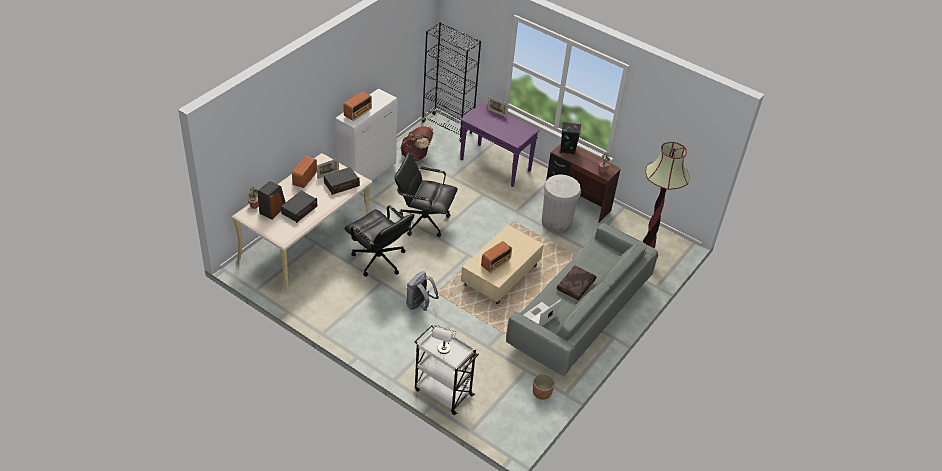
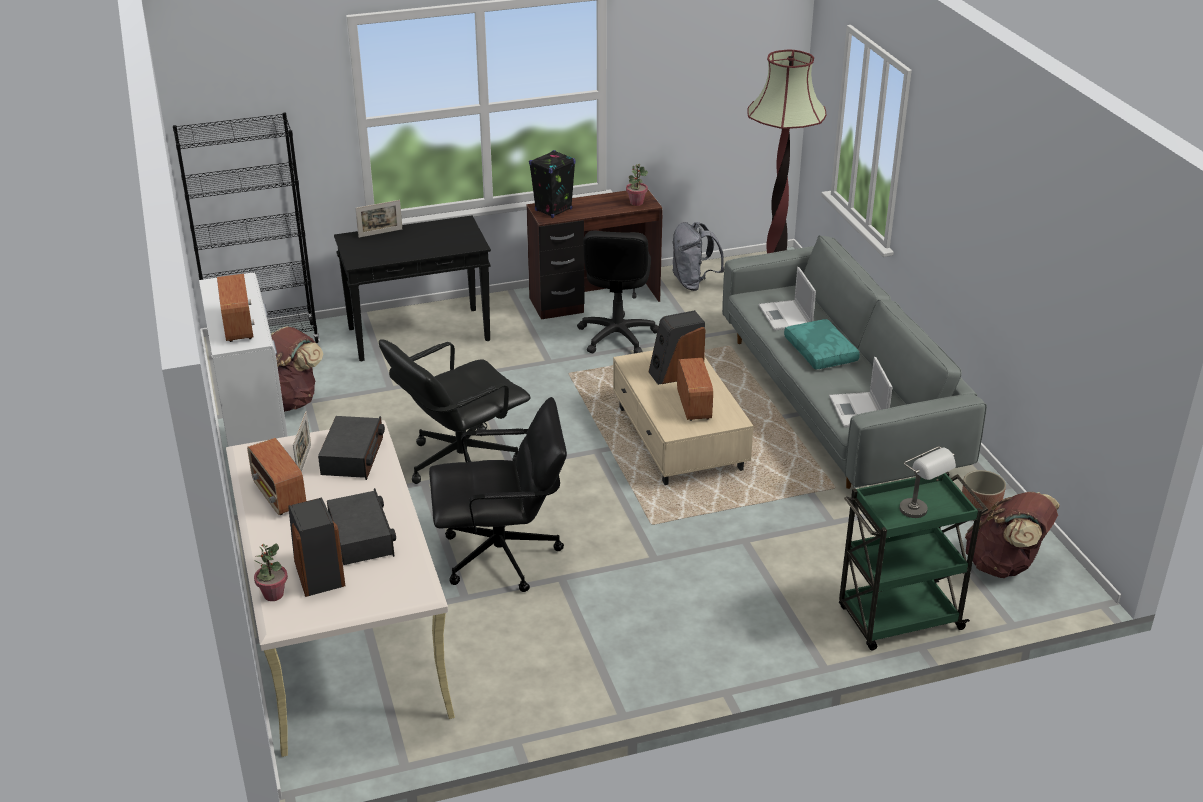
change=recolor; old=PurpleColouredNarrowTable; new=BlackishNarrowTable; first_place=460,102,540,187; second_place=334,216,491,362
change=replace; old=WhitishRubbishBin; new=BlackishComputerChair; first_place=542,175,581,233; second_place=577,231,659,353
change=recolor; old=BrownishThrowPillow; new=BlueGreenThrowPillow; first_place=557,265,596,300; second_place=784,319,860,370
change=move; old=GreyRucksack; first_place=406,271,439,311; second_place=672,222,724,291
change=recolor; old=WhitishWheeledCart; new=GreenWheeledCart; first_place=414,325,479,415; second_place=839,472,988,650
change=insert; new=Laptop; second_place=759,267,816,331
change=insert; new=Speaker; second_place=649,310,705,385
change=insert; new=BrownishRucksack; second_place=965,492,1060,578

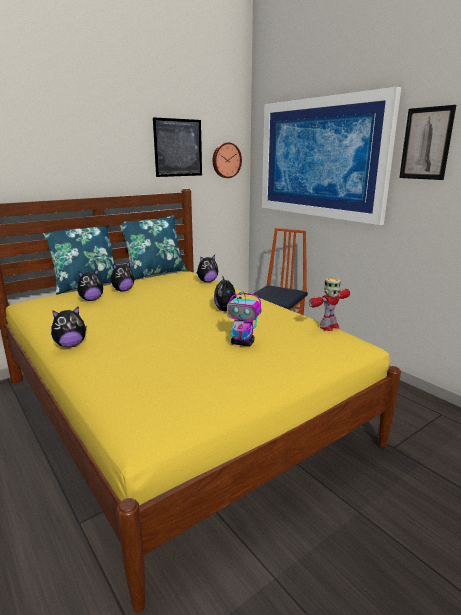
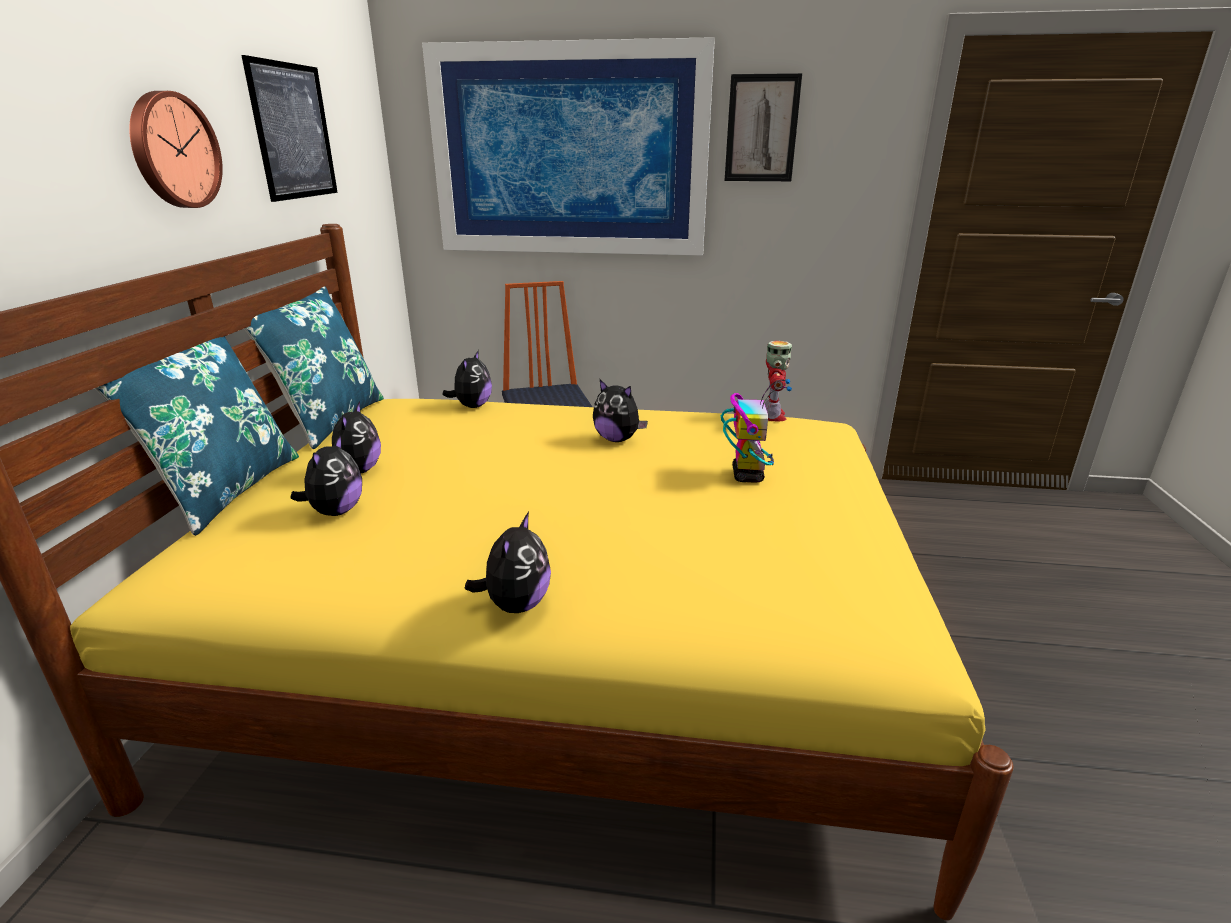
change=move; old=ClockOnTheWall; first_place=213,142,242,178; second_place=129,91,223,208
change=rotate; old=ModelRobot; first_place=227,290,261,347; second_place=721,379,792,482; degrees=-60

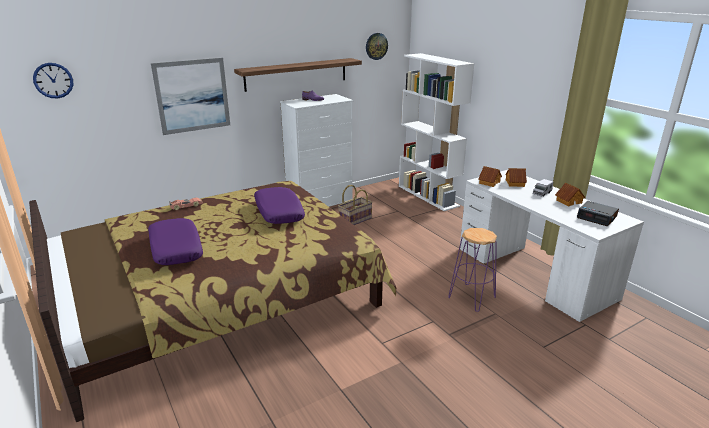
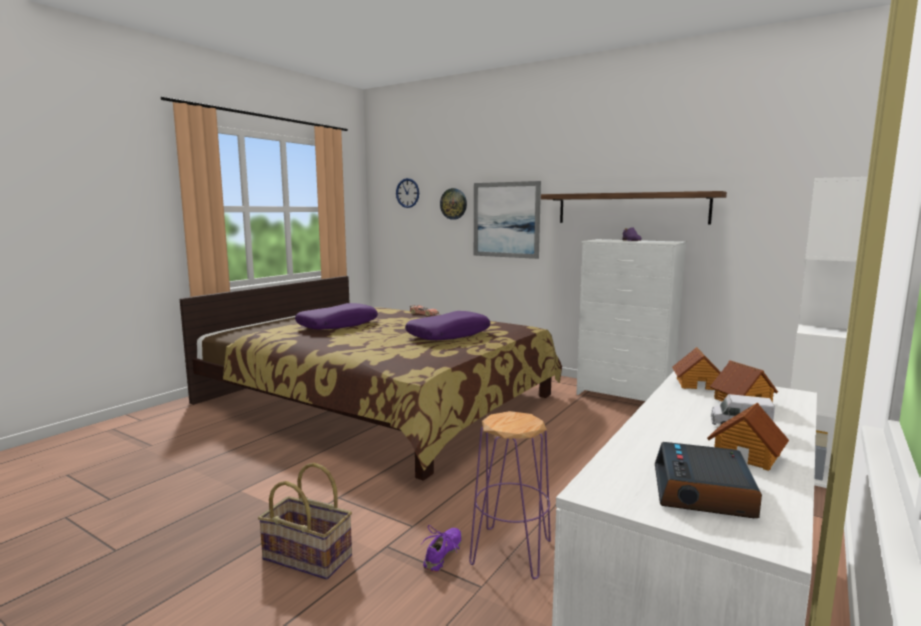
change=move; old=ClockOnTheWall; first_place=366,33,388,60; second_place=440,188,467,220
change=move; old=Basket; first_place=338,185,373,225; second_place=258,463,352,580
change=insert; new=PurpleColouredItemOfFootwear; second_place=420,525,462,572

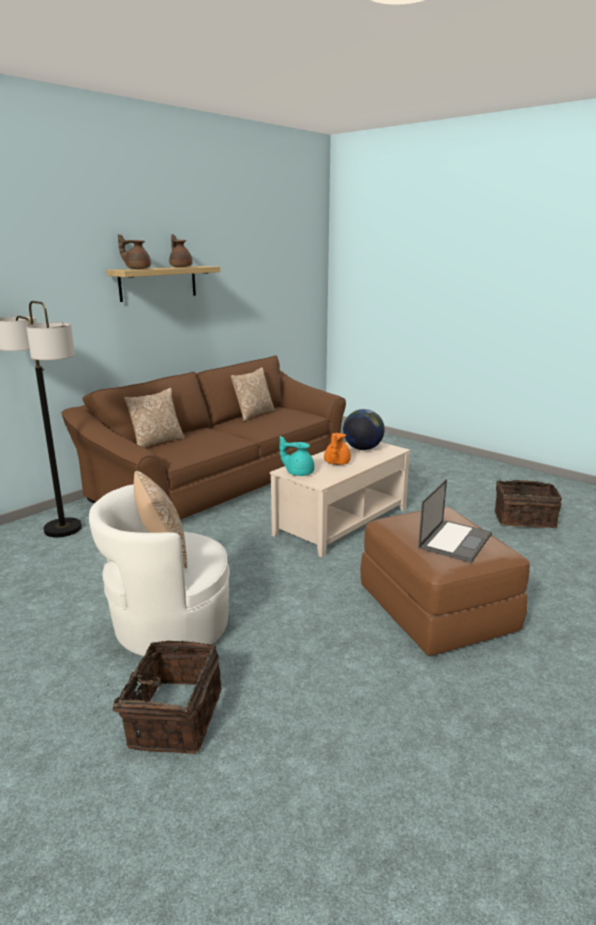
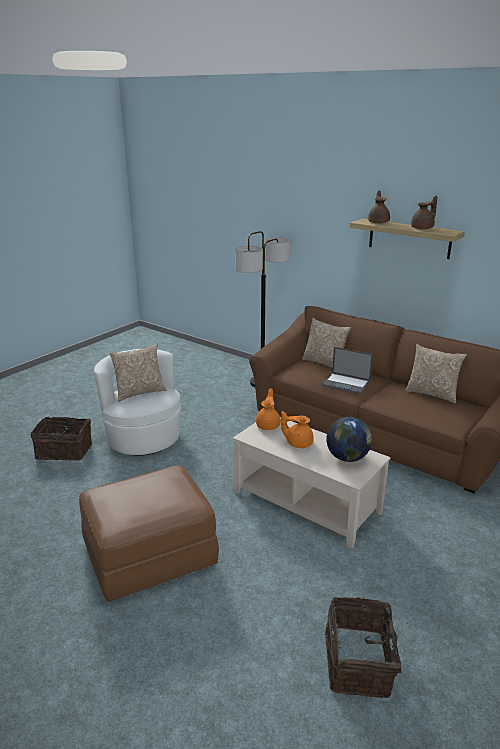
change=recolor; old=BlueGreenTeaPot; new=OrangeyTeaPot; first_place=280,436,314,476; second_place=256,388,281,430
change=move; old=Laptop; first_place=418,479,492,563; second_place=321,347,373,395

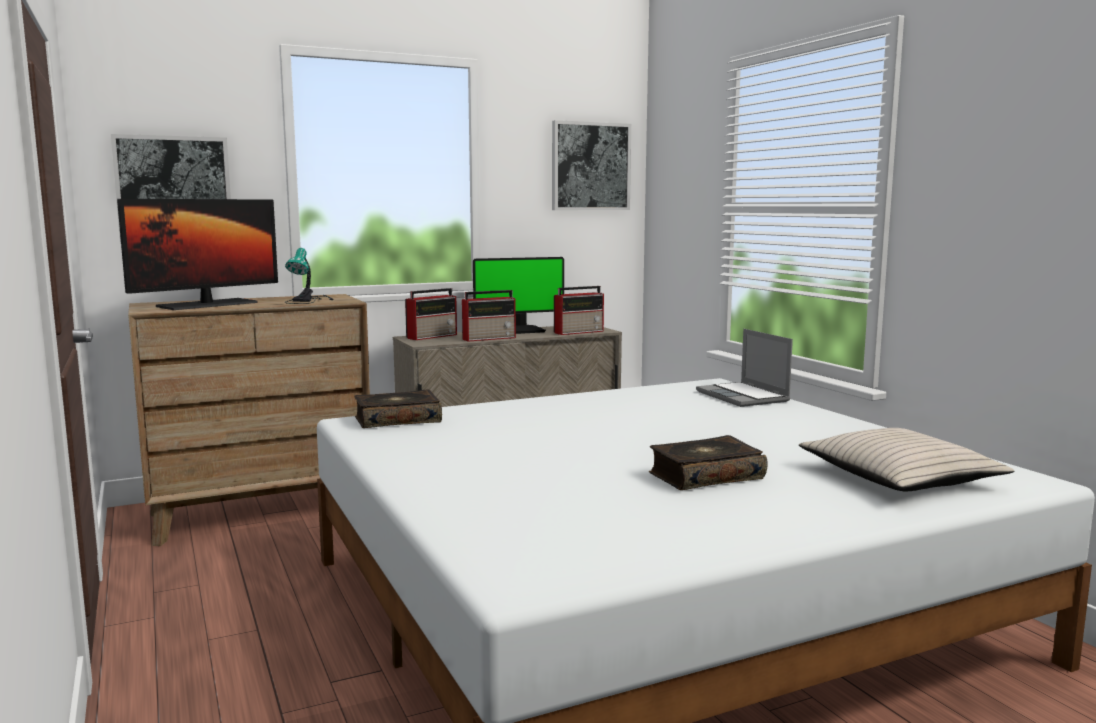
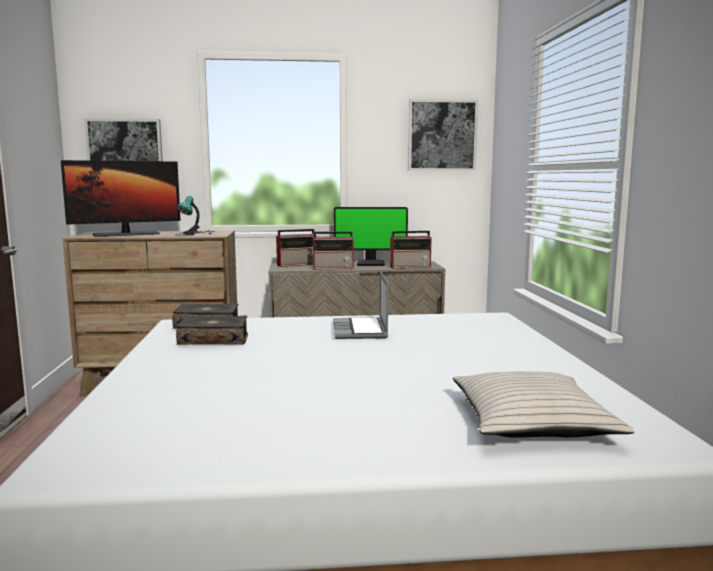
change=move; old=Laptop; first_place=696,329,793,407; second_place=333,271,388,339
change=move; old=Book; first_place=649,435,768,490; second_place=176,315,248,345

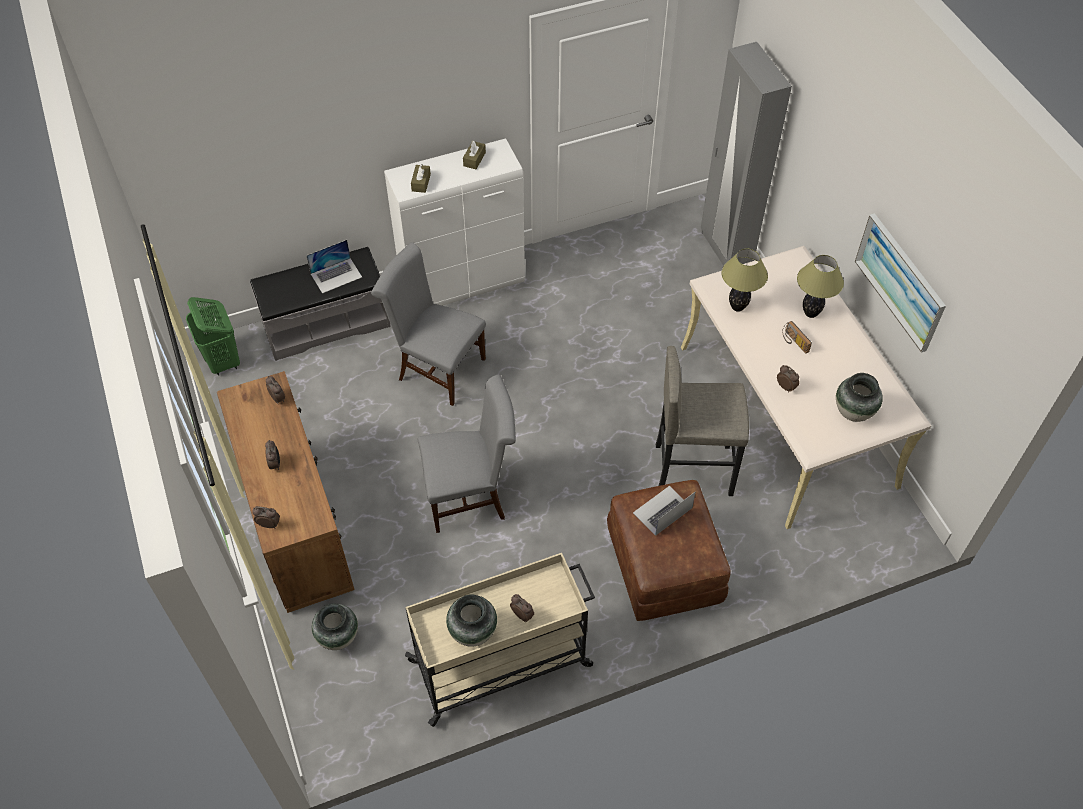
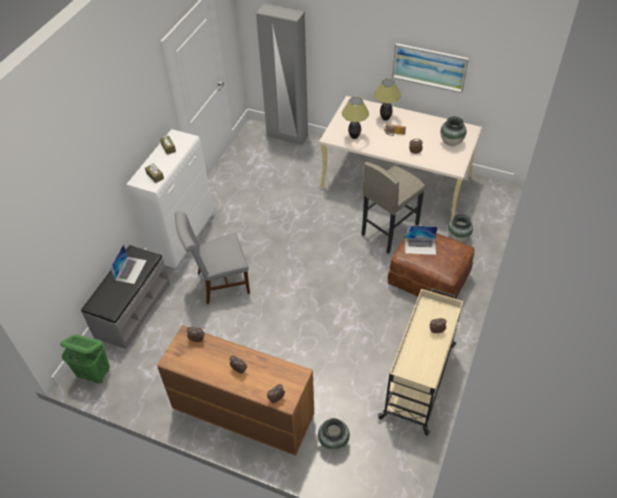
change=delete; old=GreyUprightChair; first_place=417,375,516,533
change=rotate; old=Laptop; first_place=633,486,695,536; second_place=405,225,437,255; degrees=-90
change=move; old=FlowerVase; first_place=446,594,497,647; second_place=447,214,473,242

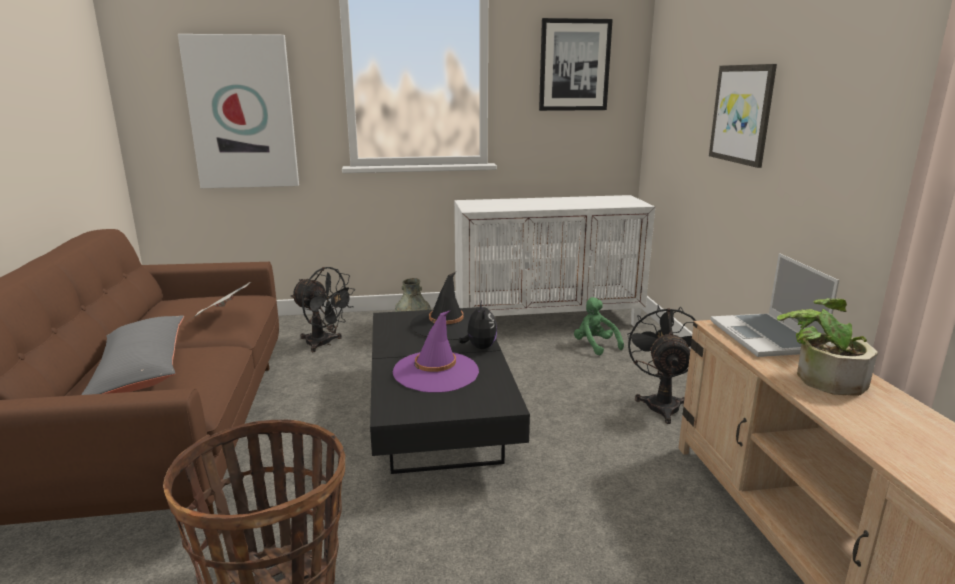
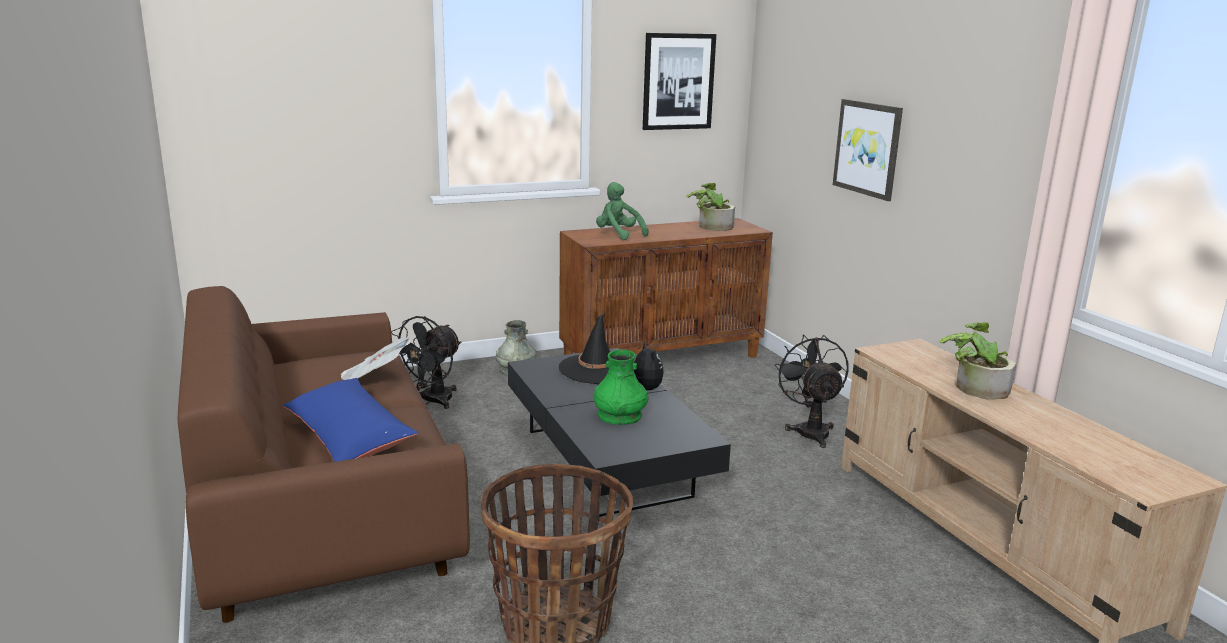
change=delete; old=WallPicture; first_place=178,34,299,188
change=recolor; old=WhitishCabinet; new=BrownishCabinet; first_place=454,195,655,326; second_place=559,218,773,358
change=delete; old=Laptop; first_place=711,253,839,357
change=rotate; old=BlackishFan; first_place=291,267,355,352; second_place=391,316,461,409; degrees=105
change=move; old=GreenCuddlyToy; first_place=574,297,624,356; second_place=596,182,649,240
change=replace; old=PurpleColouredWearableHat; new=GreenFlowerVase; first_place=393,310,479,393; second_place=593,349,648,425
change=recolor; old=GreyThrowPillow; new=BlueThrowPillow; first_place=81,315,184,395; second_place=283,378,418,462
change=insert; new=PottedPlant; second_place=686,183,735,231

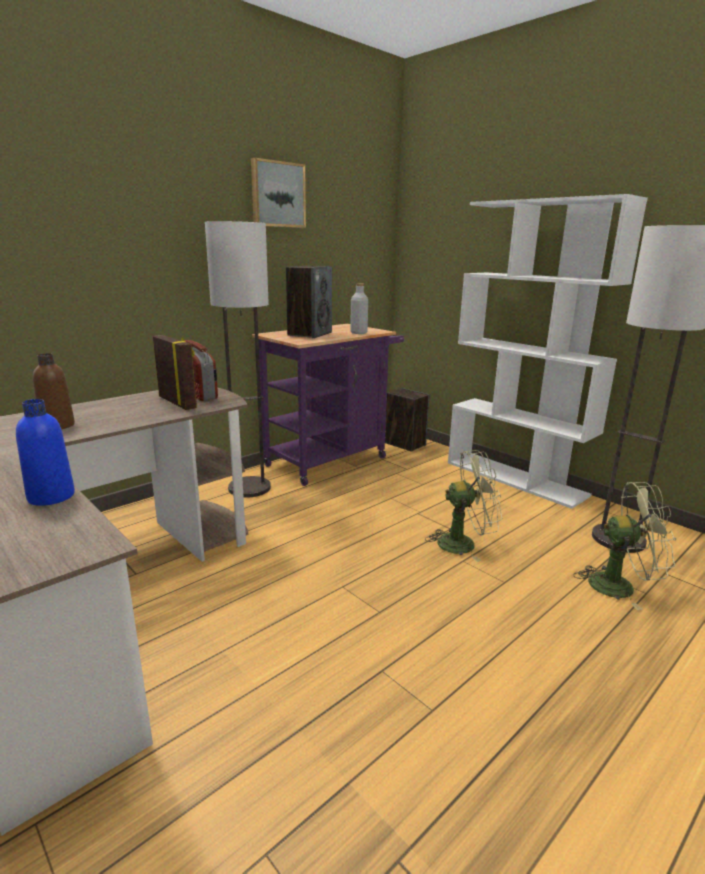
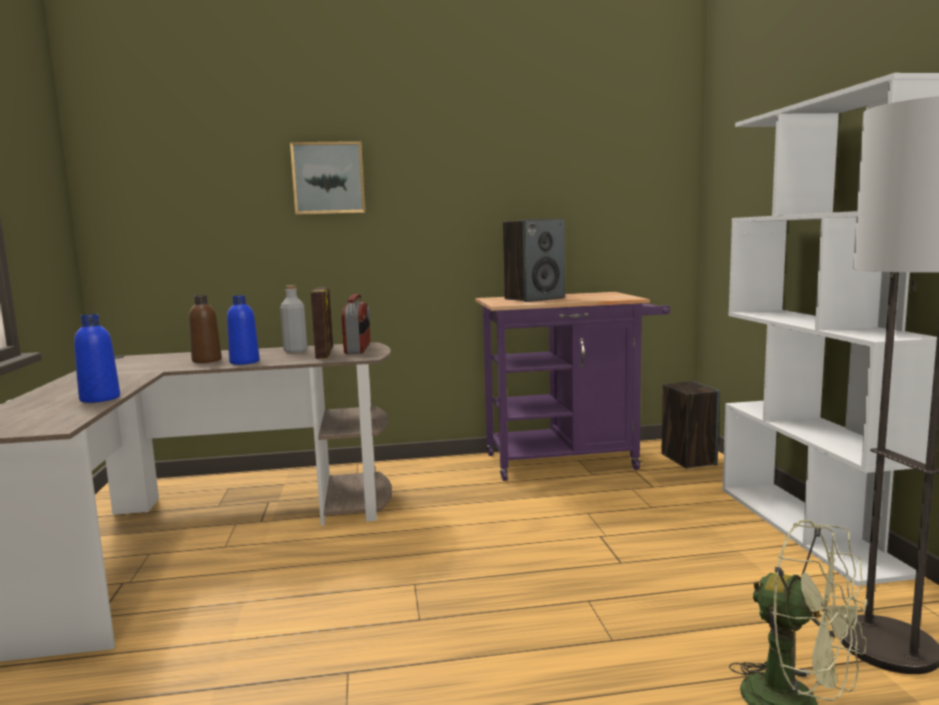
change=move; old=WallPicture; first_place=251,158,306,228; second_place=290,141,365,215
change=delete; old=FloorLamp; first_place=205,221,271,497
change=move; old=GreyBeverageBottle; first_place=350,283,368,334; second_place=280,285,307,353
change=delete; old=GreenFan; first_place=425,450,502,562
change=insert; new=BlueBeverageBottle; second_place=227,295,260,365

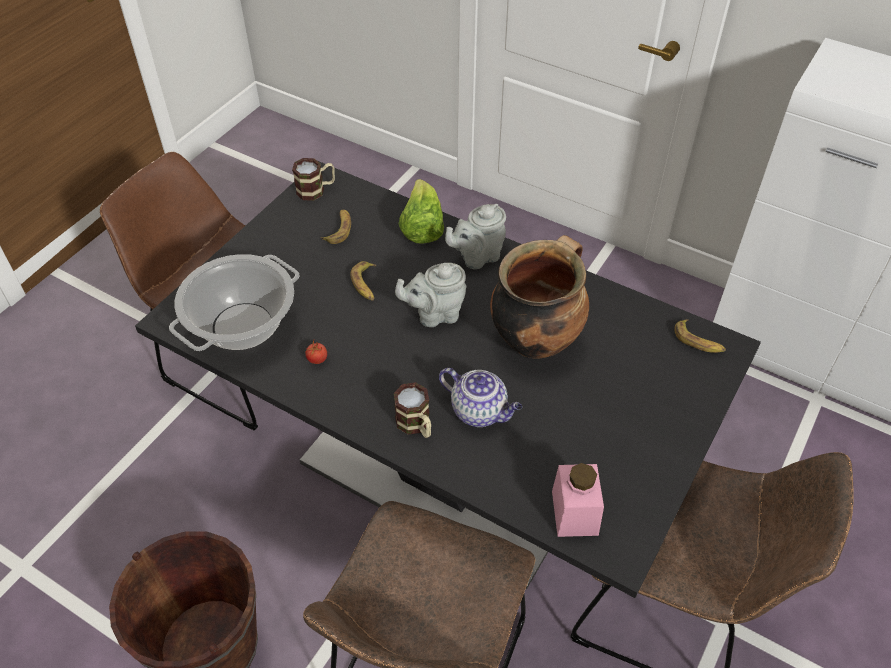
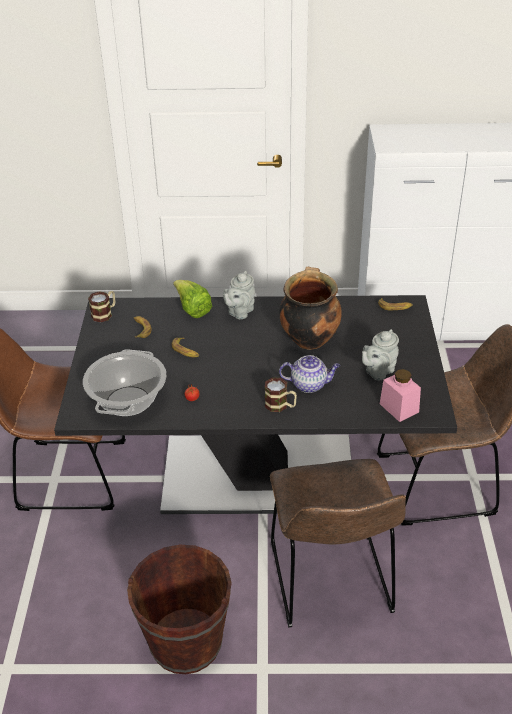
change=move; old=GreyTeaPot; first_place=395,263,466,327; second_place=362,329,399,380

